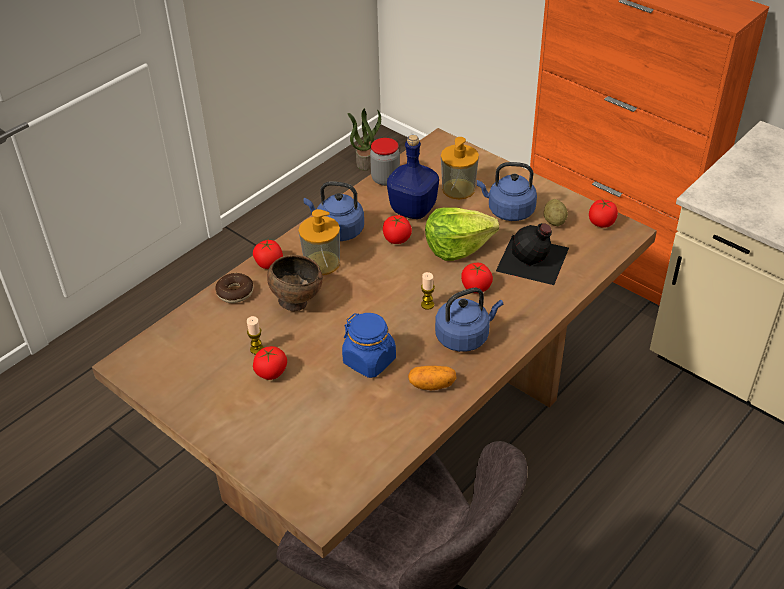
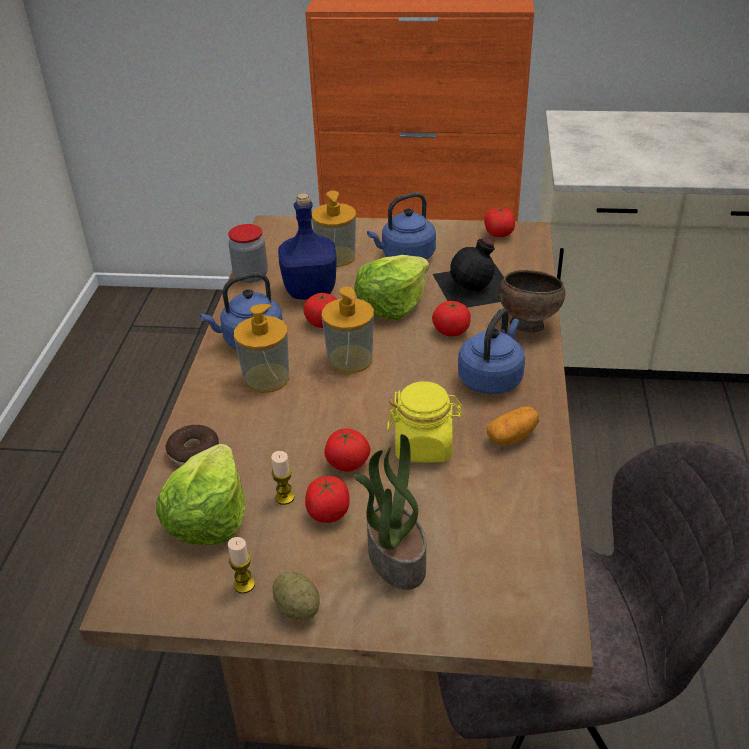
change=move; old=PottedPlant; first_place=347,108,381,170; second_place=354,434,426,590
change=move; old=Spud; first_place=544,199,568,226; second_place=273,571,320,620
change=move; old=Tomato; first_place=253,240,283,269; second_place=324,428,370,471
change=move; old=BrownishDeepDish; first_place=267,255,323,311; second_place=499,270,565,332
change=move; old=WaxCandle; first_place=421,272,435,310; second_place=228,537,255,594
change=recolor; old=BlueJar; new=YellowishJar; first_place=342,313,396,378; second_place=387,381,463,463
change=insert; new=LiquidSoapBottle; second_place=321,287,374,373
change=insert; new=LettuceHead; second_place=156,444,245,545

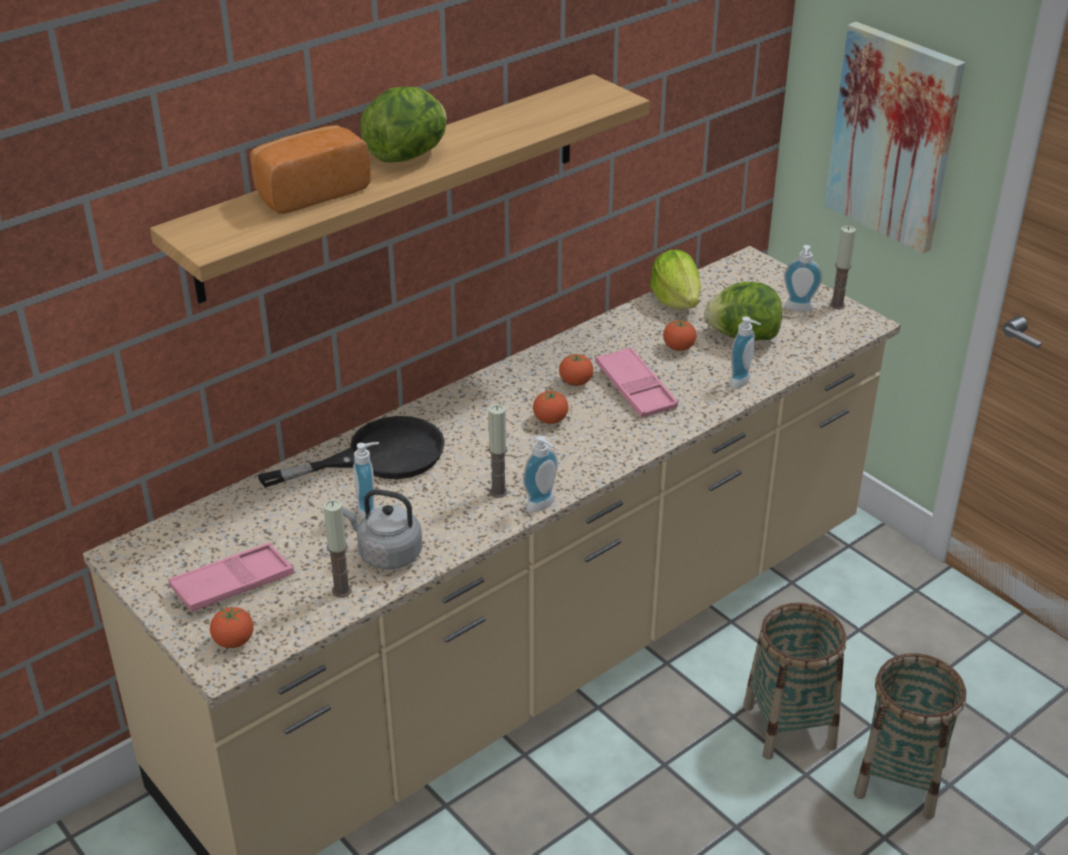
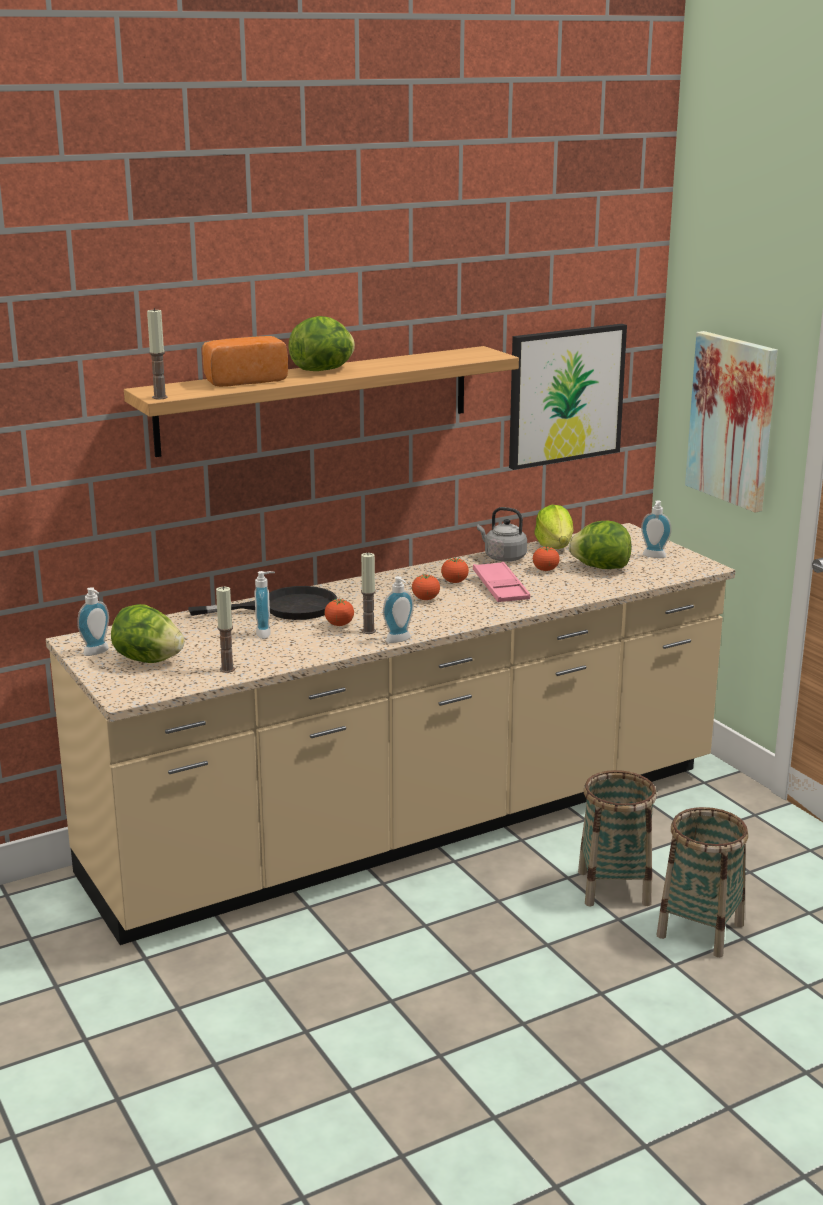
change=move; old=WaxCandle; first_place=830,226,856,309; second_place=147,308,168,399
change=move; old=LiquidSoapBottle; first_place=729,317,761,389; second_place=77,587,109,656
change=move; old=GreyWaterKettle; first_place=343,489,422,569; second_place=477,507,527,561
change=replace; old=PinkColouredTray; new=LettuceHead; first_place=169,543,294,612; second_place=111,604,185,663
change=move; old=Tomato; first_place=210,607,253,648; second_place=324,599,354,626
change=insert; new=WallPicture; second_place=509,324,627,470

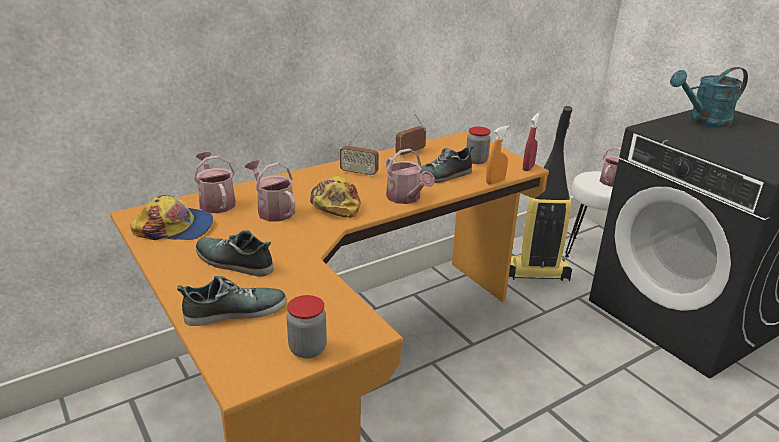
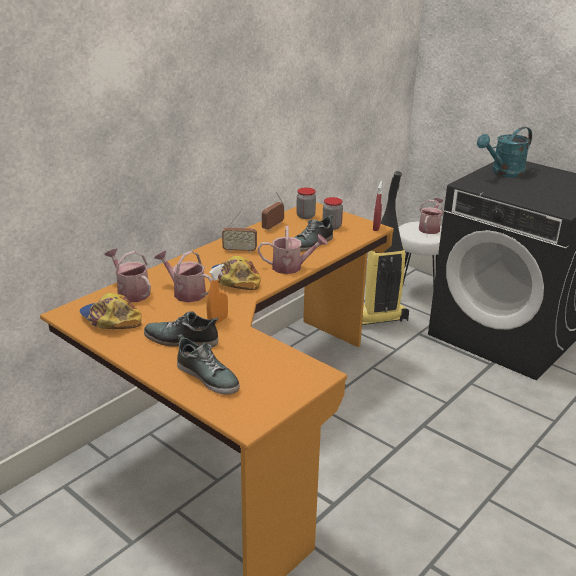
change=move; old=OrangeySprayer; first_place=486,126,509,185; second_place=207,264,228,325
change=rotate; old=WateringCan; first_place=386,148,435,204; second_place=258,226,328,274; degrees=-45
change=rotate; old=Cap; first_place=130,195,213,240; second_place=79,293,142,329; degrees=-120
change=rotate; old=ItemOfFootwear; first_place=177,276,287,326; second_place=177,334,240,395; degrees=75
change=move; old=Jar; first_place=287,295,327,359; second_place=296,187,316,219

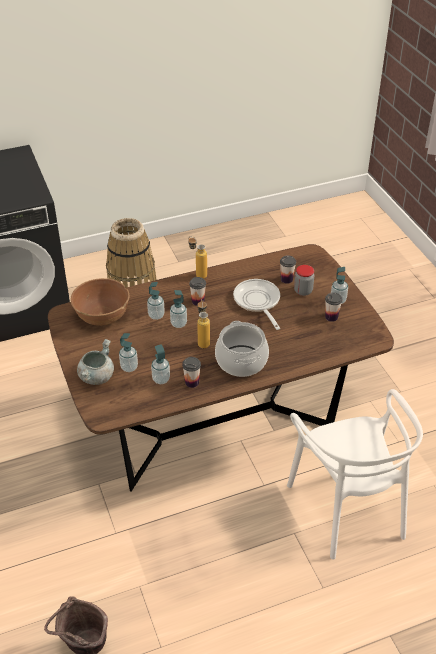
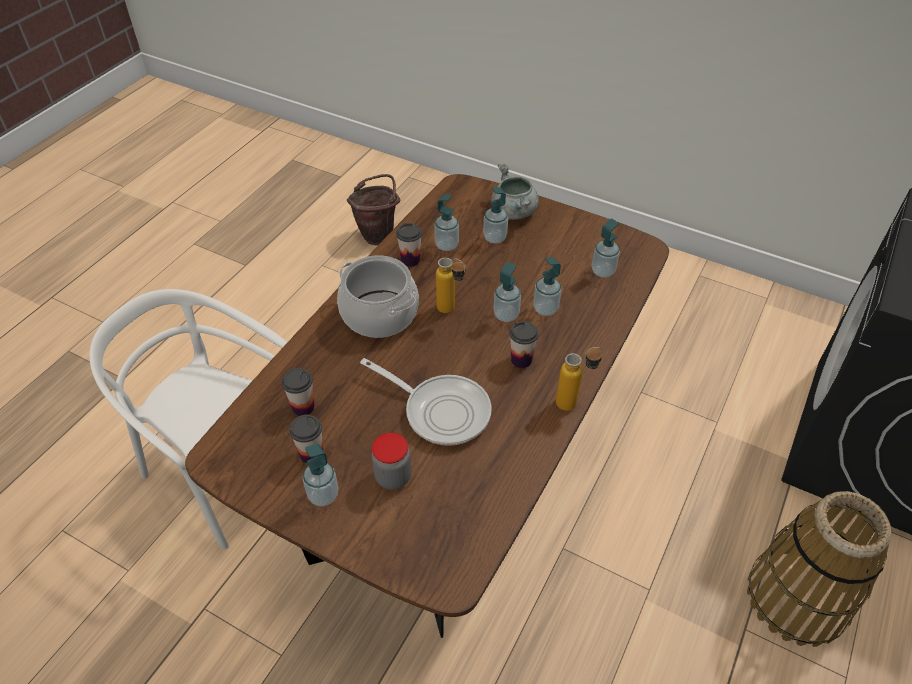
change=move; old=SmallCup; first_place=280,255,296,284; second_place=282,368,315,416
change=replace; old=BrownishDeepDish; new=LiquidSoapBottle; first_place=71,278,129,326; second_place=592,219,620,278

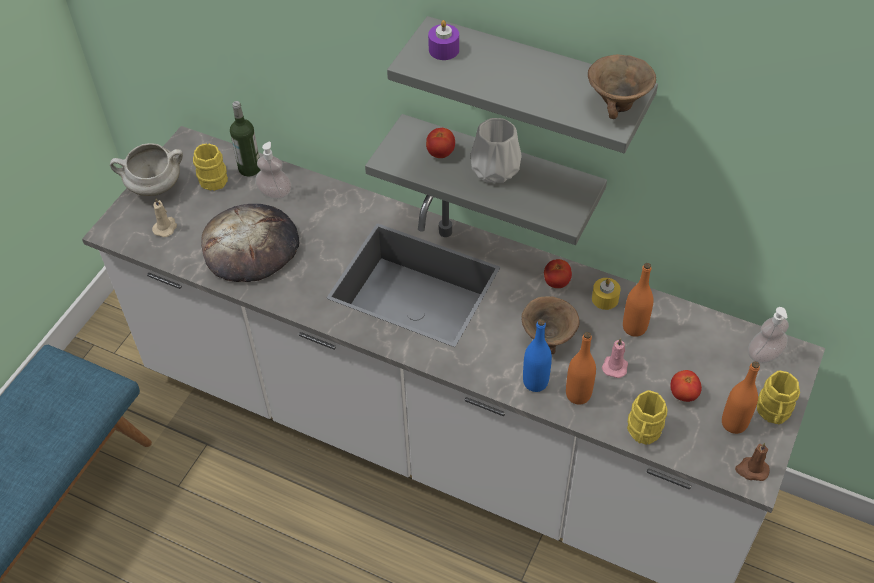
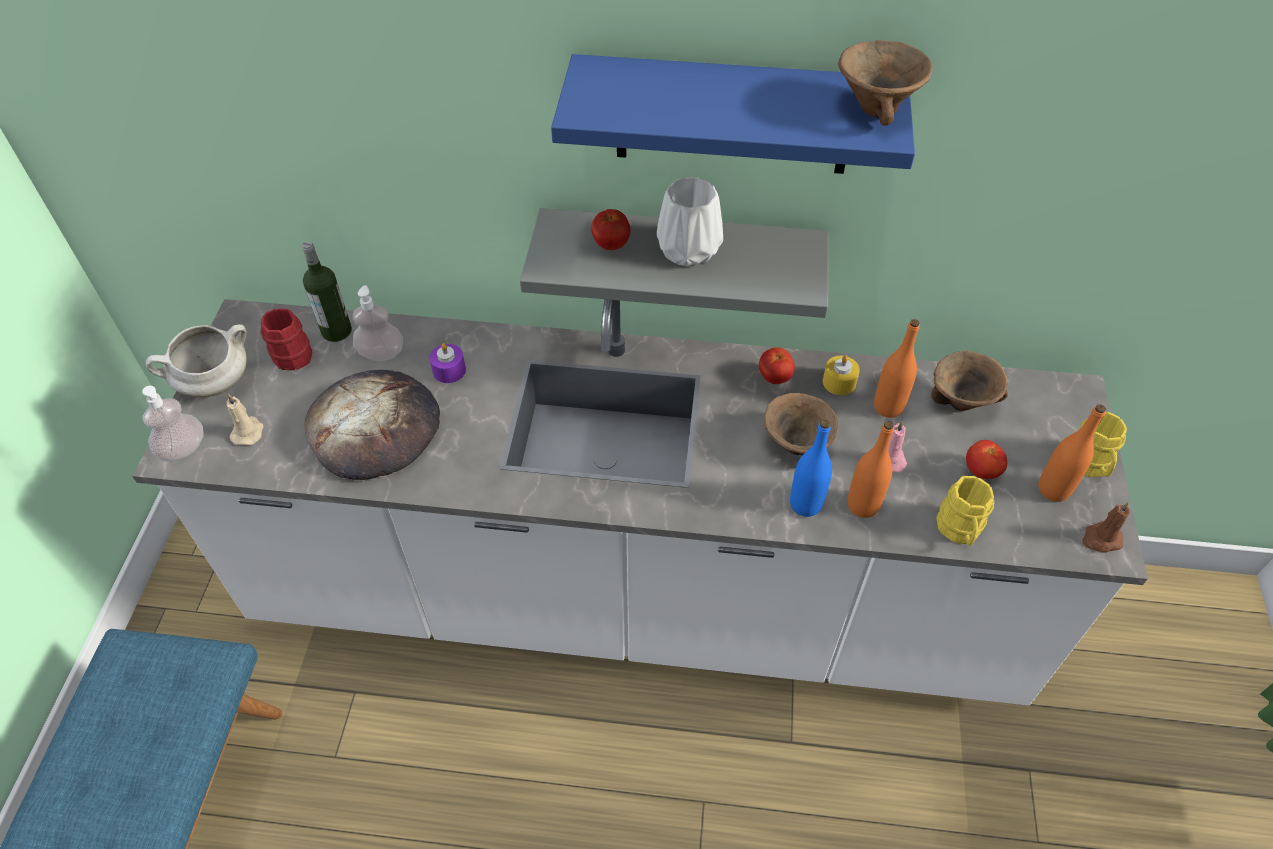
change=recolor; old=GreyWallShelf; new=BlueWallShelf; first_place=387,16,658,153; second_place=551,54,915,174
change=move; old=PurpleColouredWaxCandle; first_place=428,20,459,60; second_place=429,343,466,383
change=recolor; old=YellowishCoffeeMug; new=RedColouredCoffeeMug; first_place=193,143,228,191; second_place=260,309,312,370
change=move; old=LiquidSoapBottle; first_place=748,307,789,363; second_place=142,386,204,461
change=insert; new=BrownishDeepDish; second_place=931,351,1008,411

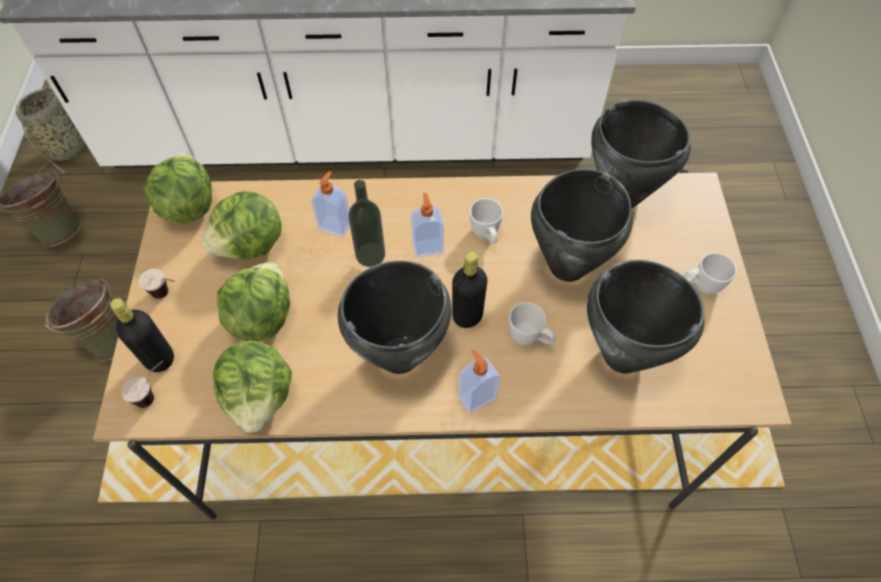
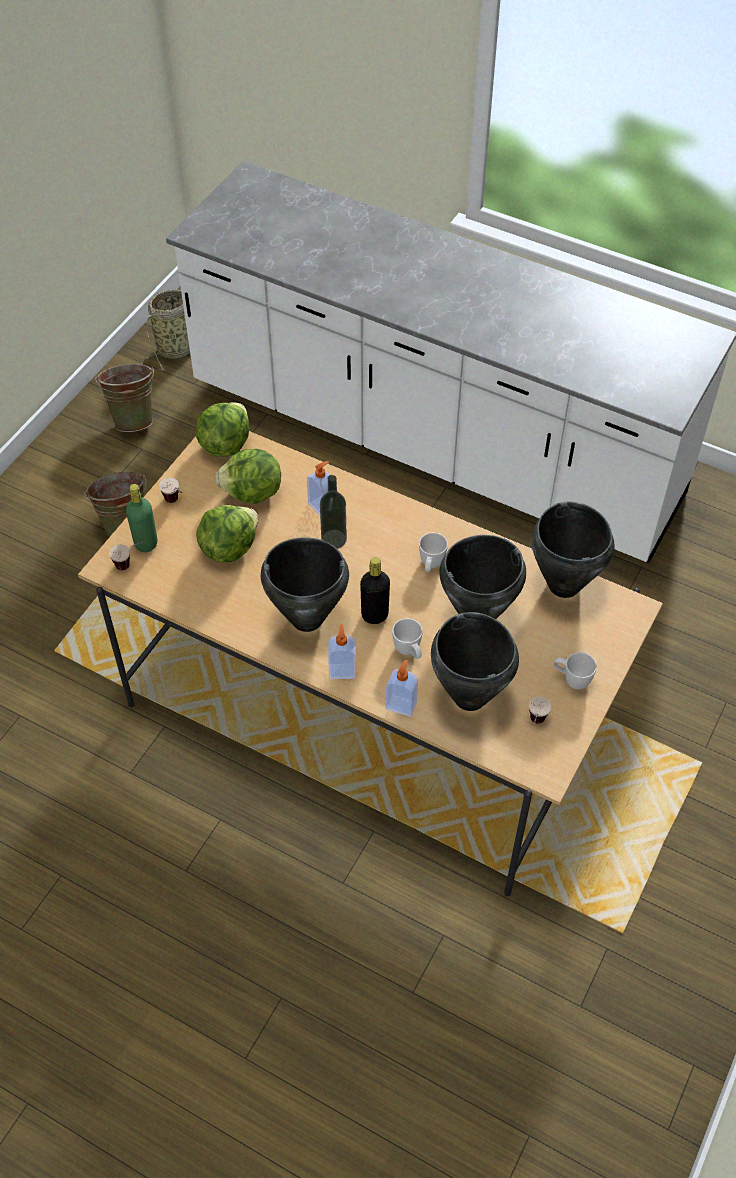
change=move; old=LiquidSoapBottle; first_place=411,193,444,258; second_place=386,660,418,717
change=recolor; old=BlackishBeverageBottle; new=GreenBeverageBottle; first_place=110,298,174,372; second_place=126,484,157,552
change=delete; old=LettuceHead; first_place=213,341,292,432
change=insert; new=SmallCup; second_place=529,696,551,724

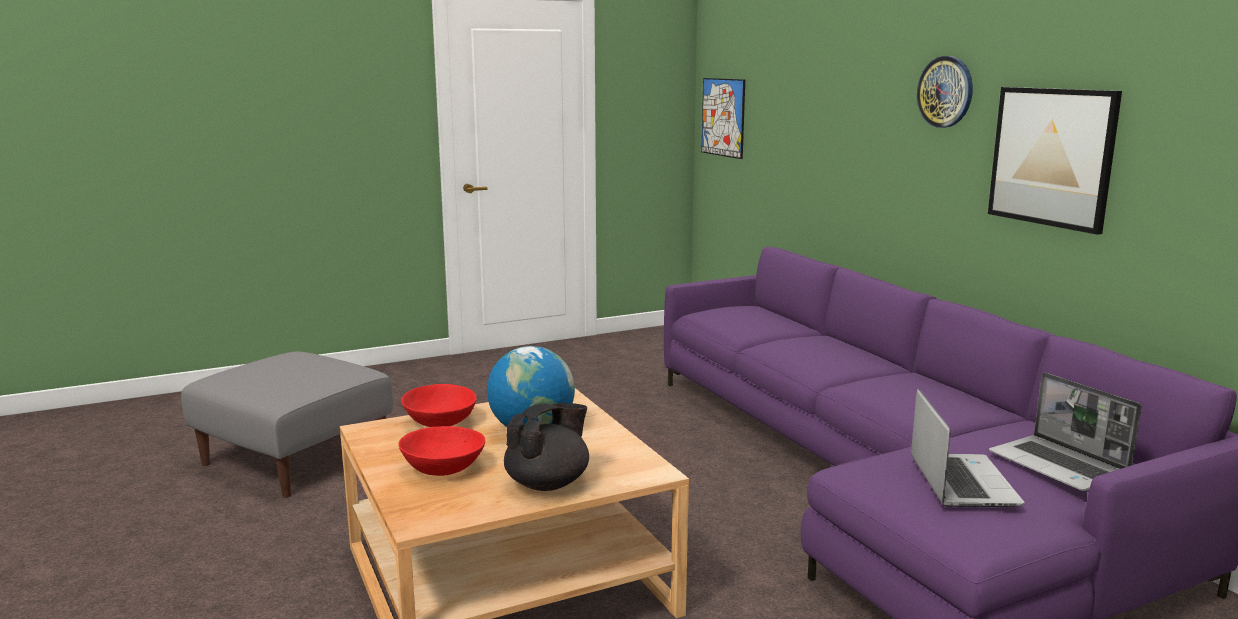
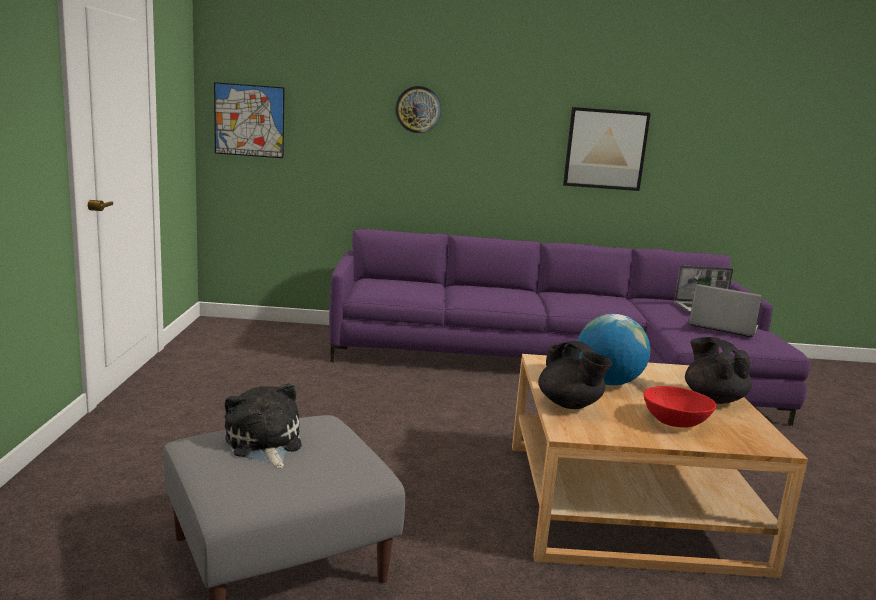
change=move; old=ClockOnTheWall; first_place=917,56,973,128; second_place=395,86,441,133
change=replace; old=RedColouredDeepDish; new=BlackishTeaPot; first_place=401,384,476,427; second_place=538,341,612,409
change=insert; new=CuddlyToy; second_place=225,383,302,468

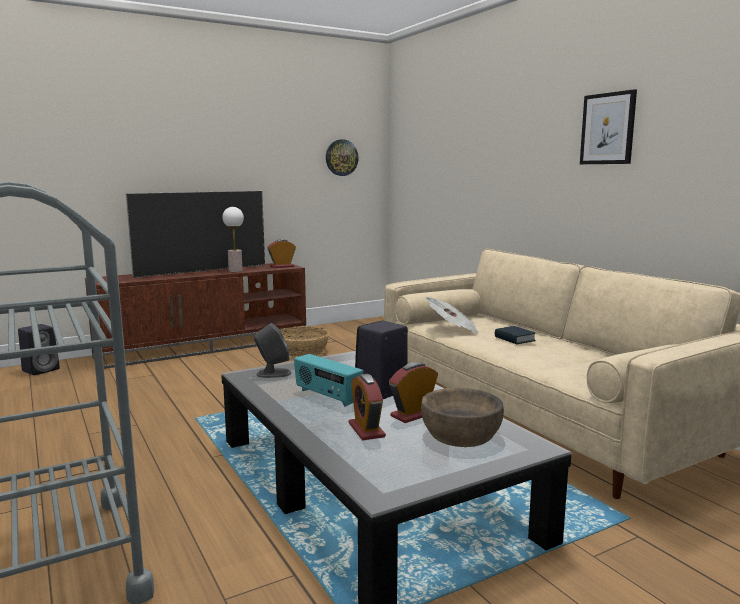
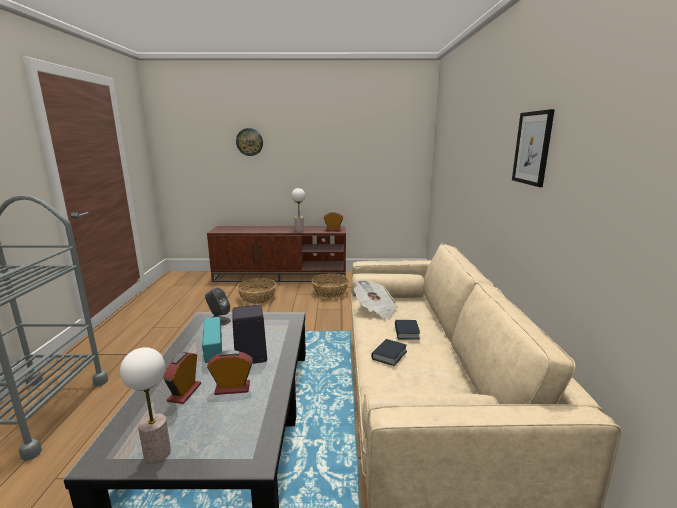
change=move; old=ClockOnTheWall; first_place=326,139,359,176; second_place=236,128,263,156
change=delete; old=Television; first_place=126,190,265,278
change=delete; old=BlackishSpeaker; first_place=18,324,60,375
change=delete; old=BrownishDeepDish; first_place=421,388,504,447
change=insert; new=Basket; second_place=237,278,277,304
change=insert; new=Book; second_place=371,339,407,366
change=insert; new=TableLamp; second_place=120,347,171,464

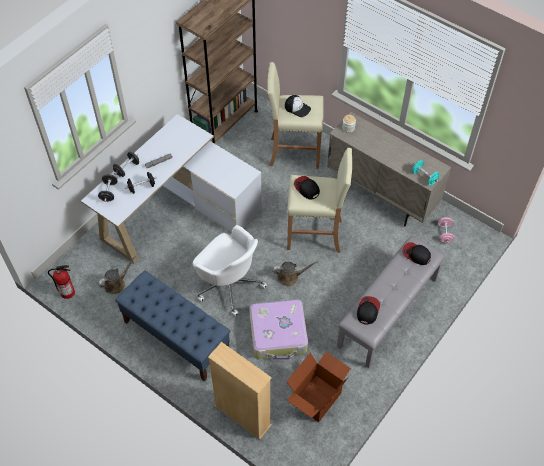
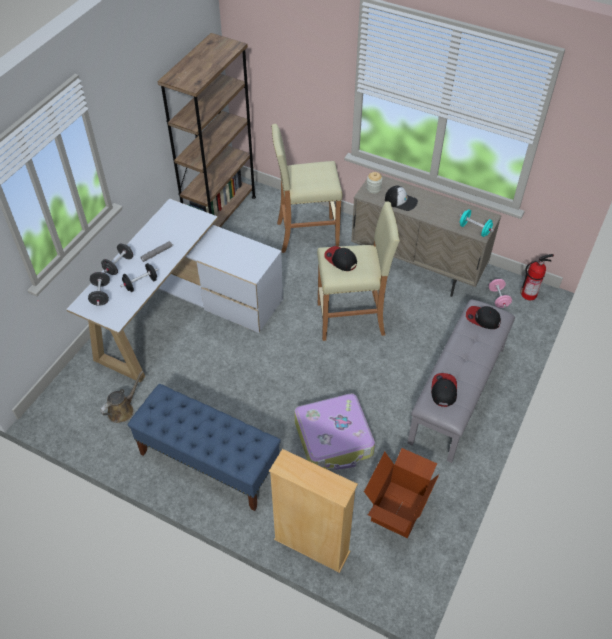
change=move; old=Cap; first_place=285,95,311,117; second_place=385,186,418,211
change=delete; old=WhitishComputerChair; first_place=193,225,267,317
change=delete; old=BrownishWateringCan; first_place=272,261,318,286
change=move; old=Extinguisher; first_place=48,265,75,299; second_place=520,254,554,300

